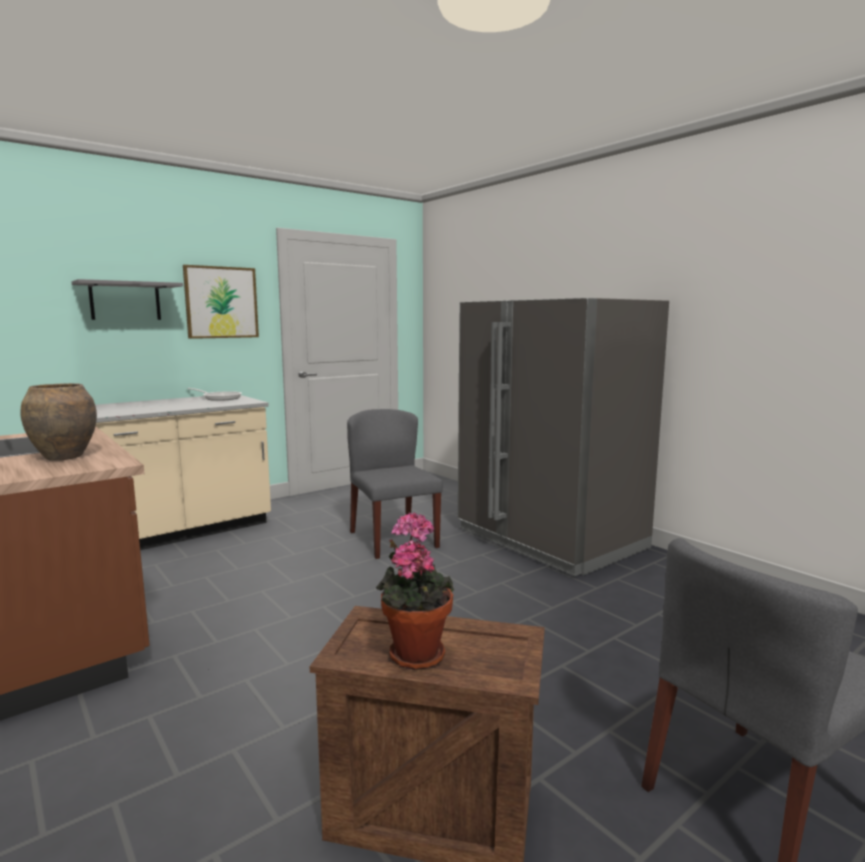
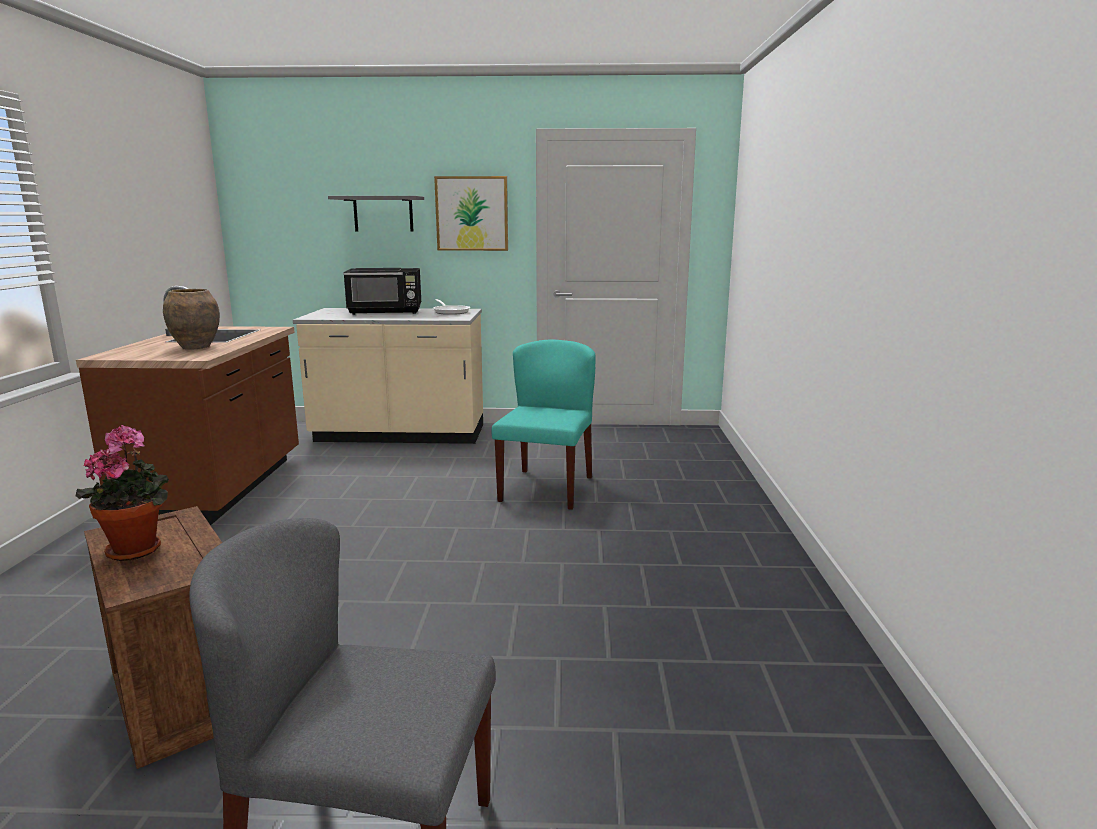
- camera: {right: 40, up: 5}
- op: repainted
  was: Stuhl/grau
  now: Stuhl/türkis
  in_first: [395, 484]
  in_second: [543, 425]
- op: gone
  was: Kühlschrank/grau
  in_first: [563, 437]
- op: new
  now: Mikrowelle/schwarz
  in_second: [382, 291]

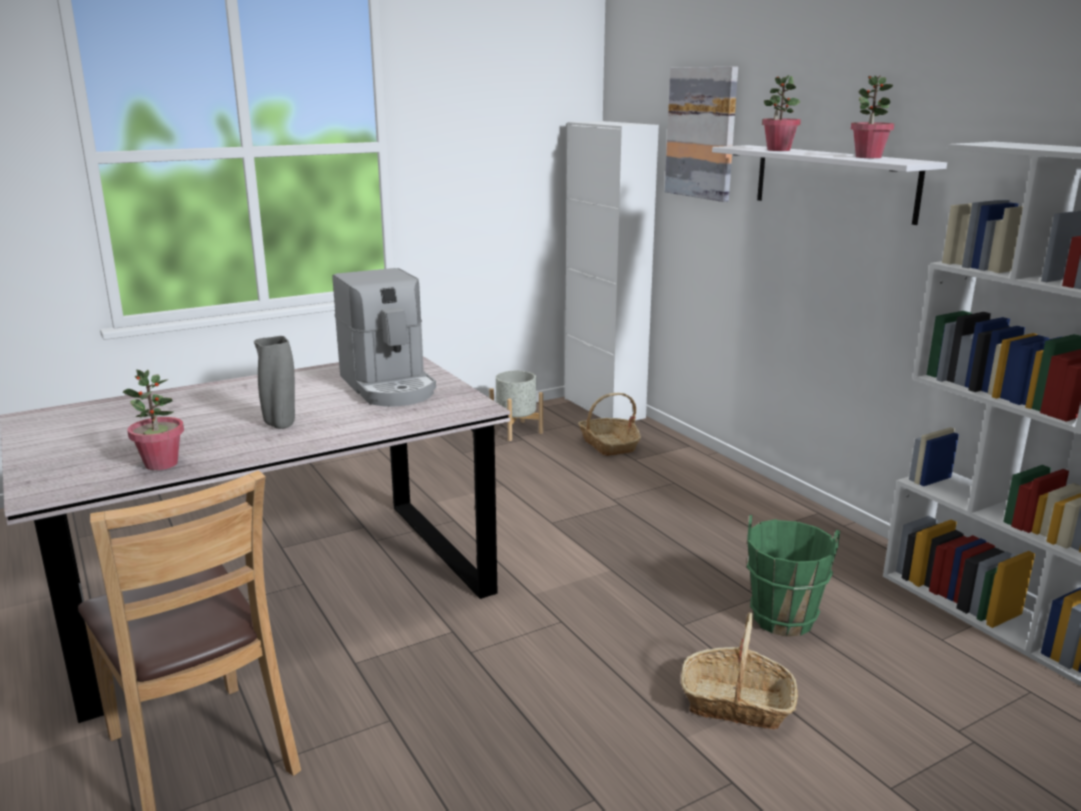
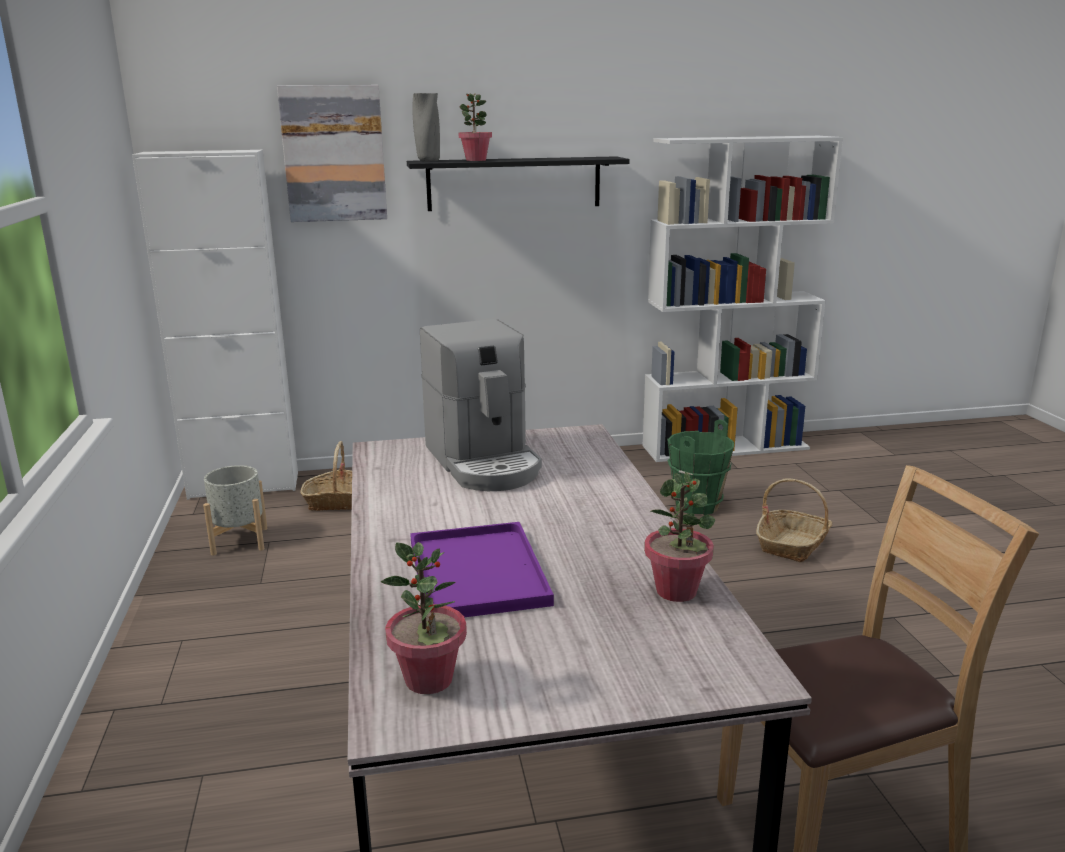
- camera: {right: -70, up: 0}
- op: shifted
  was: Vase/grau
  in_first: [274, 382]
  in_second: [426, 127]
- op: rotated
  was: Kaffeemaschine
  in_first: [384, 337]
  in_second: [481, 405]
  clockwise: 75
- op: repainted
  was: Wandregal/weiß
  now: Wandregal/schwarz
  in_first: [829, 185]
  in_second: [518, 183]
- op: shifted
  was: Topfpflanze
  in_first: [872, 116]
  in_second: [424, 618]
- op: new
  now: Tablett/lila
  in_second: [482, 569]

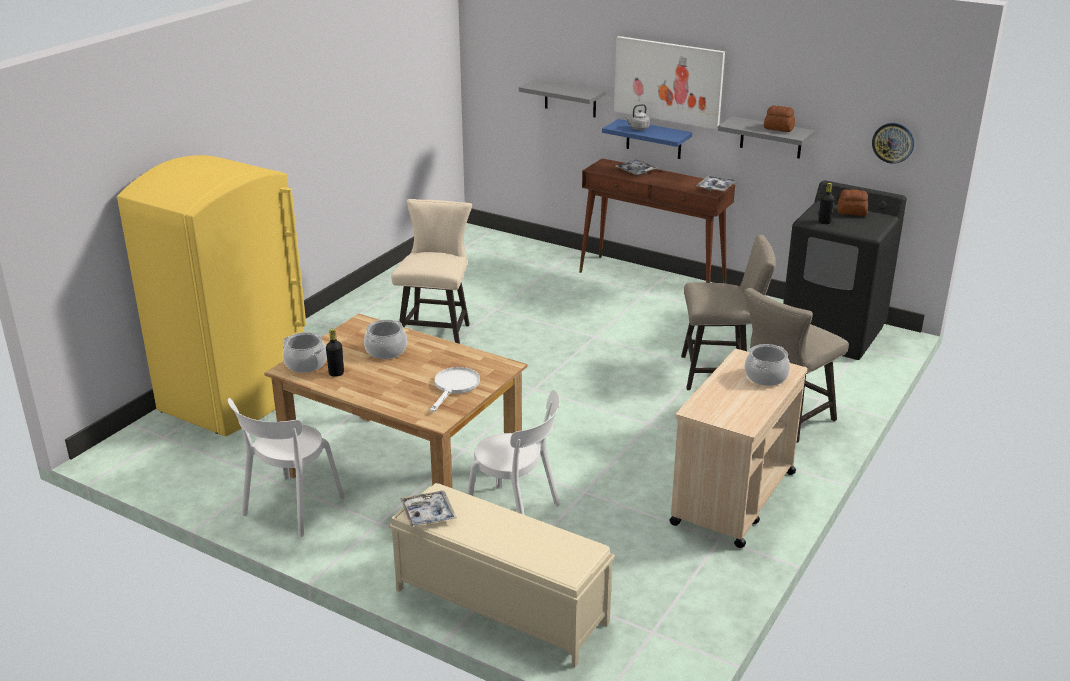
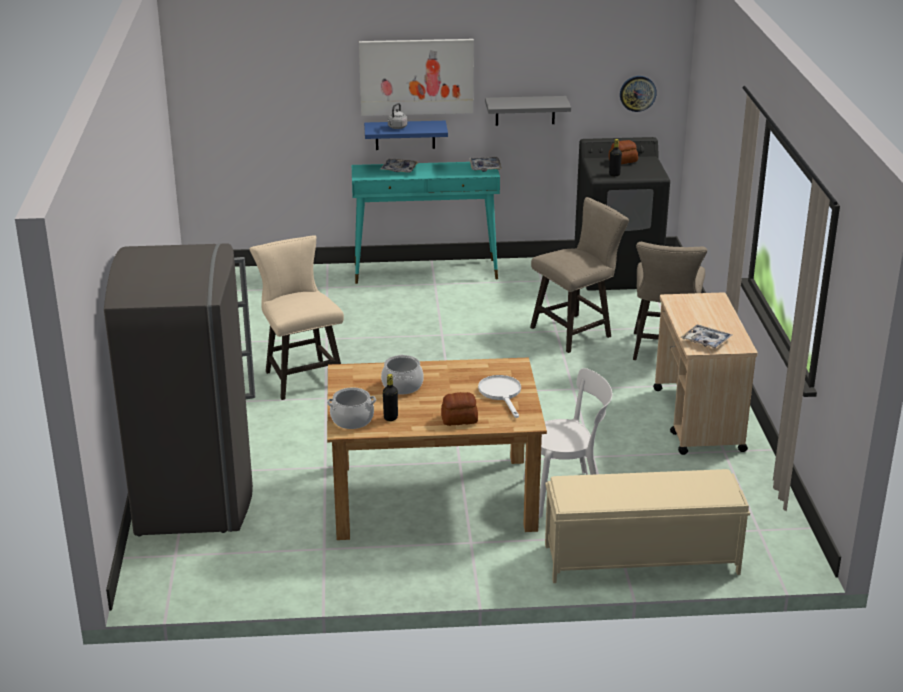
- camera: {right: -35, up: 0}
- op: repainted
  was: Kühlschrank/gelb
  now: Kühlschrank/grau
  in_first: [211, 295]
  in_second: [179, 390]
- op: gone
  was: Stuhl/weiß
  in_first: [286, 467]
- op: shifted
  was: Tablett
  in_first: [428, 509]
  in_second: [706, 337]
- op: gone
  was: Wandregal/grau
  in_first: [562, 98]
- op: repainted
  was: Konsolentisch/braun
  now: Konsolentisch/türkis
  in_first: [657, 221]
  in_second: [426, 223]
- op: gone
  was: Kochtopf
  in_first: [767, 365]
- op: shifted
  was: Brot
  in_first: [779, 118]
  in_second: [459, 409]

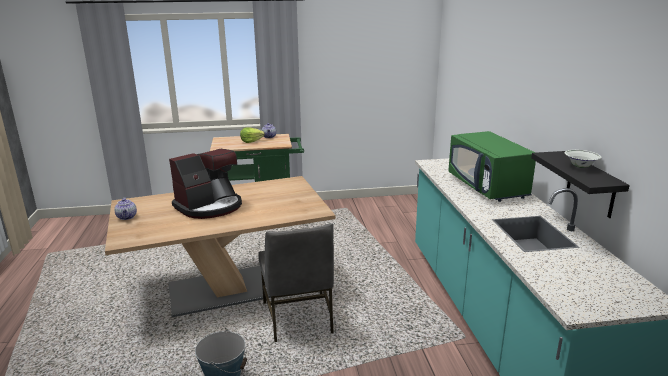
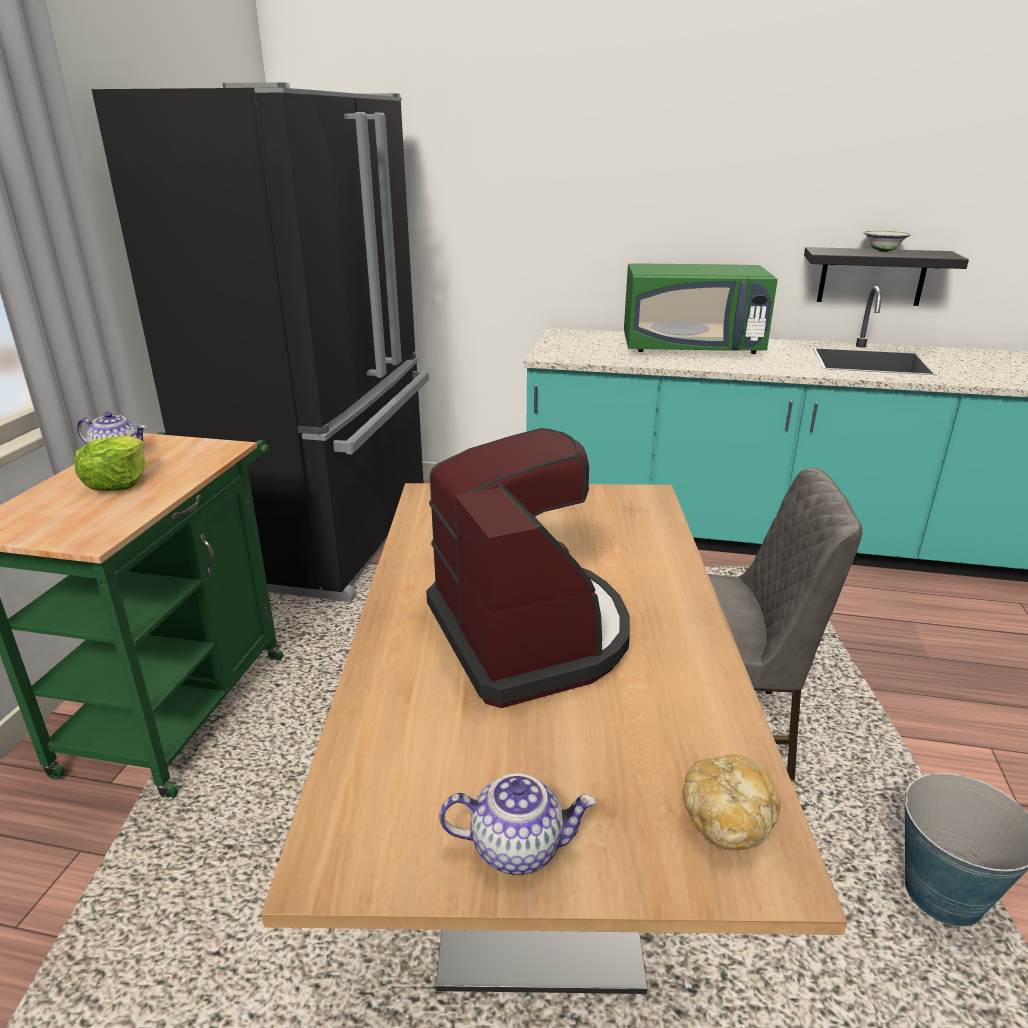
- camera: {right: -70, up: 5}
- op: new
  now: Kühlschrank/schwarz
  in_second: [260, 342]
- op: new
  now: Brot
  in_second: [731, 802]

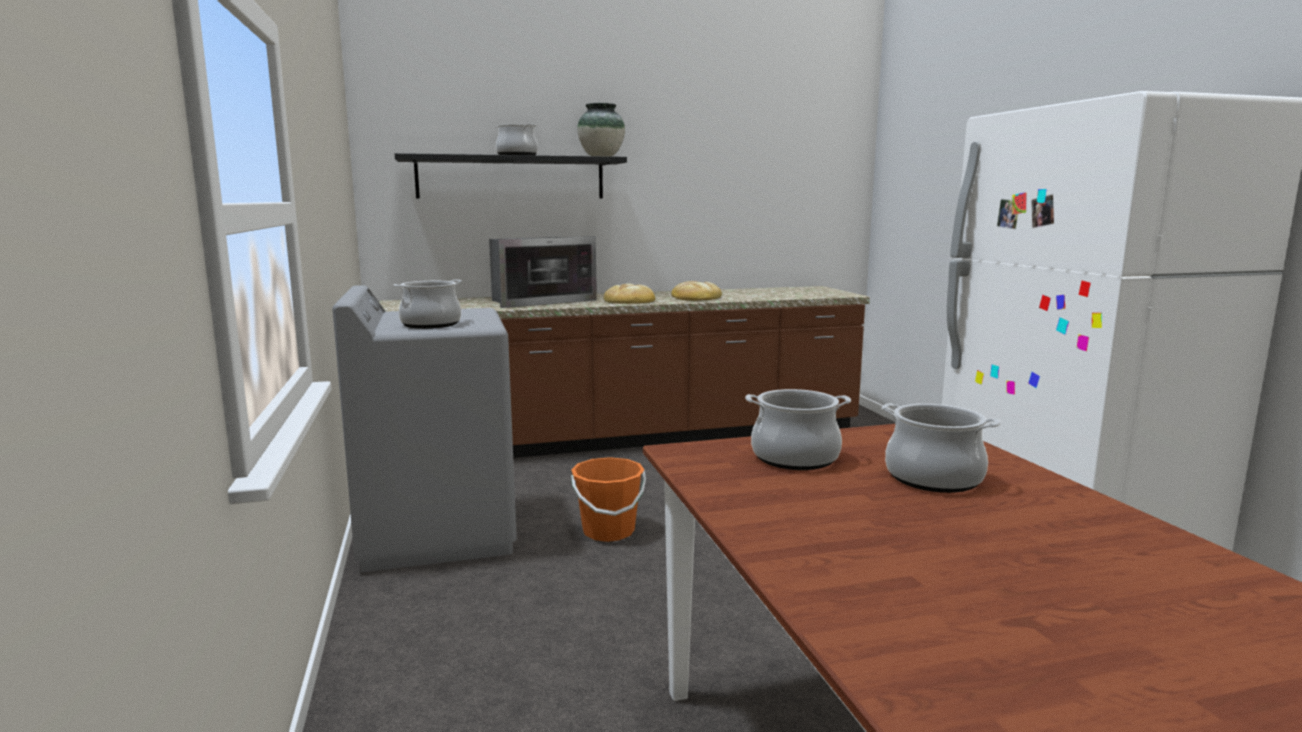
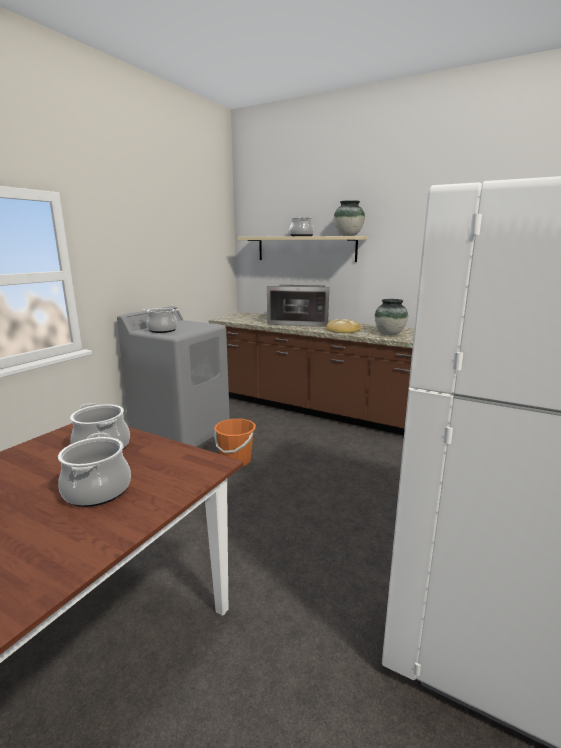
- camera: {right: 45, up: 5}
- op: repainted
  was: Wandregal/schwarz
  now: Wandregal/beige
  in_first: [511, 175]
  in_second: [302, 249]
- op: swapped
  was: Brot
  now: Vase
  in_first: [696, 291]
  in_second: [391, 317]

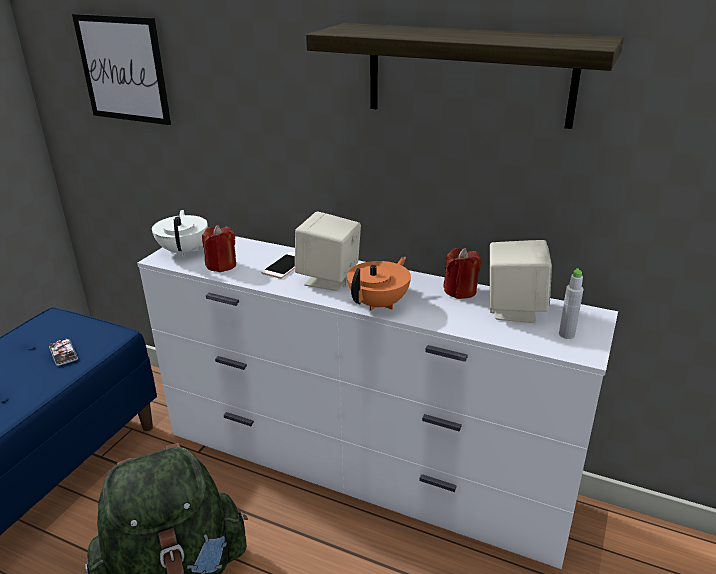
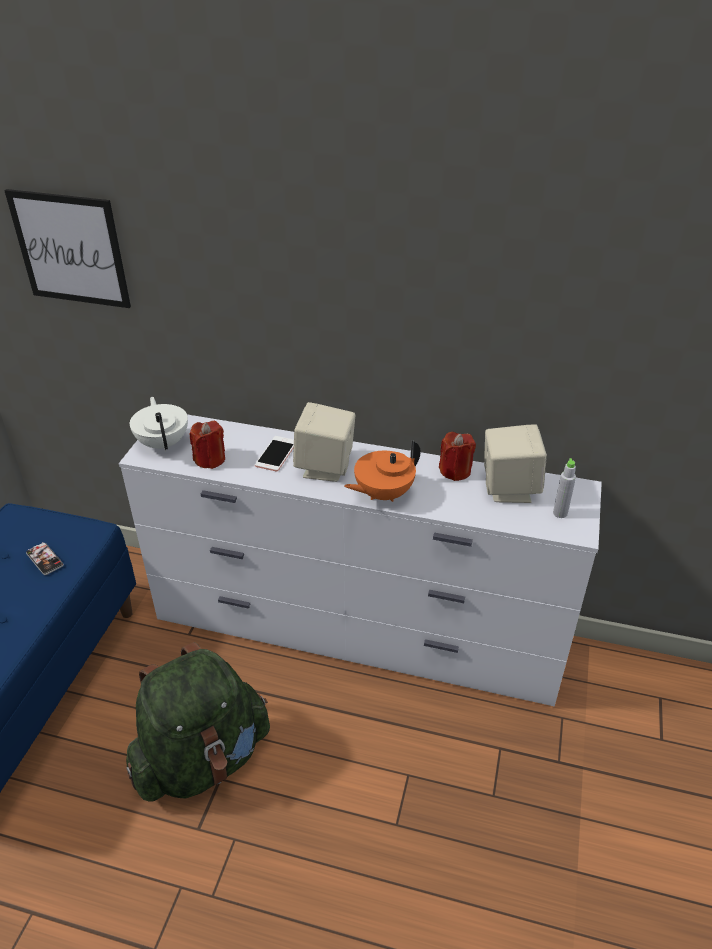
- camera: {right: -10, up: 10}
- op: gone
  was: Wandregal
  in_first: [465, 76]
- op: rotated
  was: Teekanne/orange
  in_first: [379, 284]
  in_second: [382, 471]
  clockwise: -150

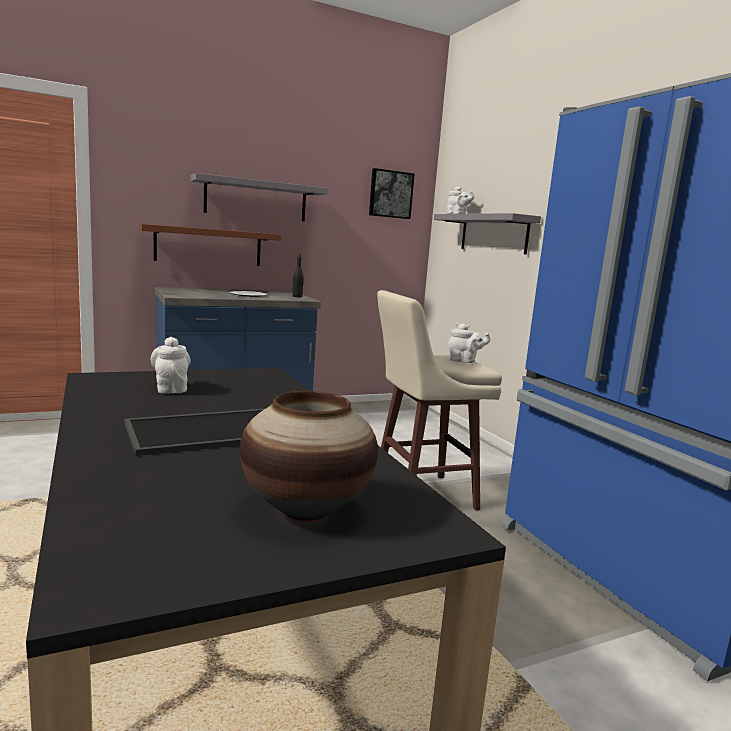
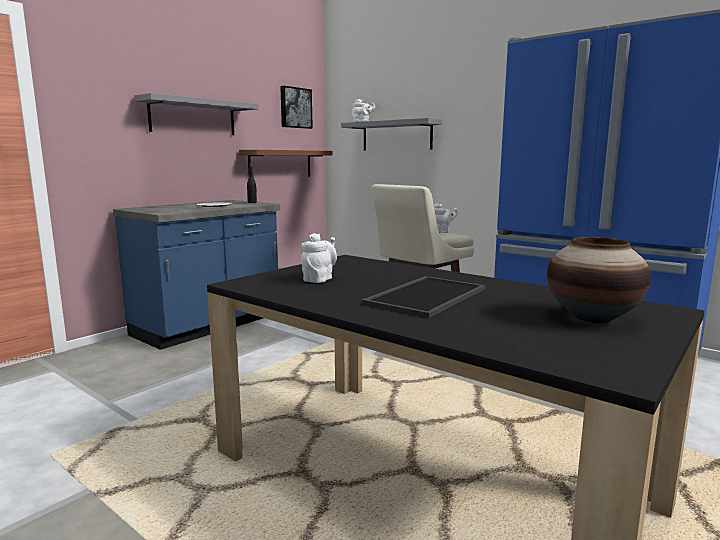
- camera: {right: -25, up: 0}
- op: shifted
  was: Wandregal/braun
  in_first: [210, 245]
  in_second: [286, 163]
- op: rotated
  was: Teekanne/weiß
  in_first: [170, 365]
  in_second: [319, 258]
  clockwise: 75

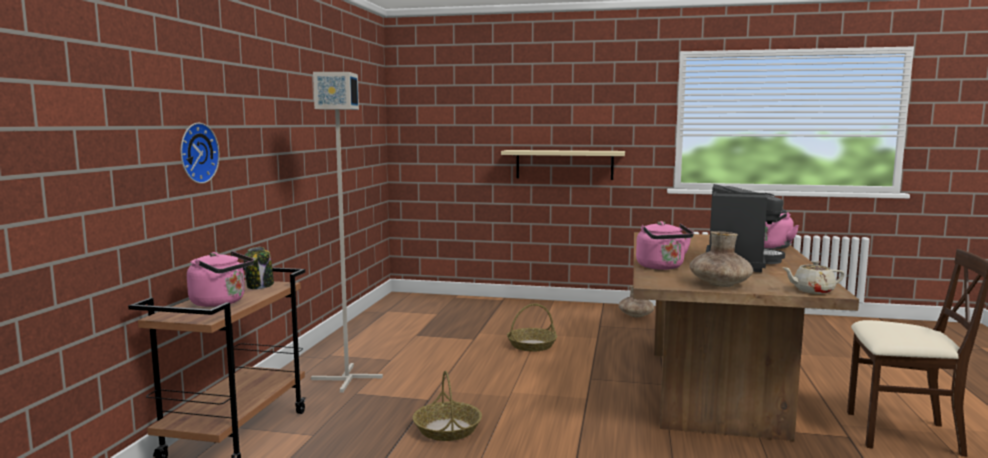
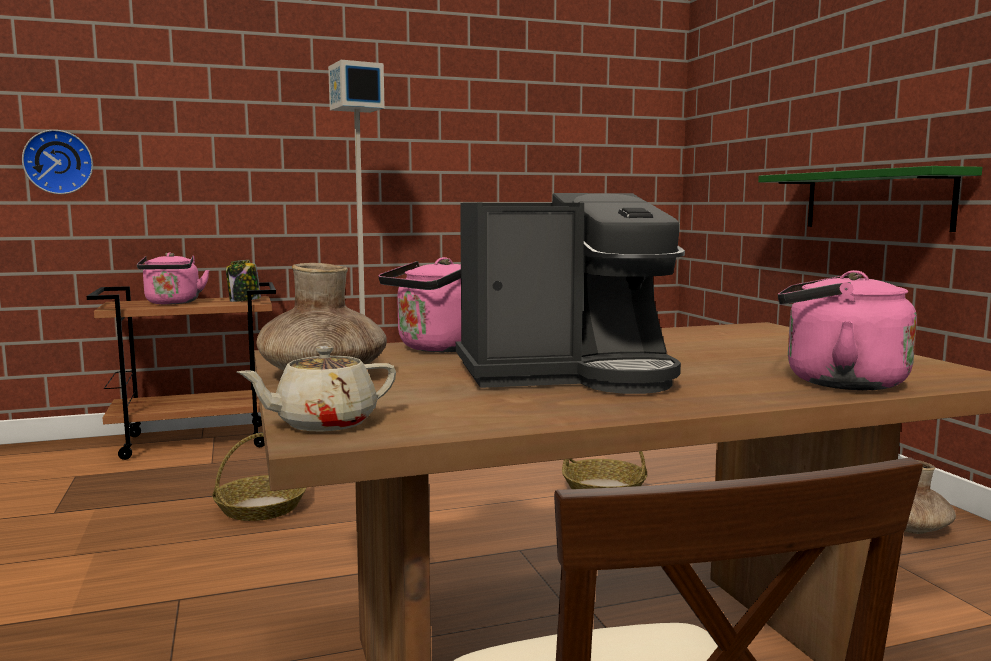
- camera: {right: 60, up: 0}
- op: shifted
  was: Wanduhr
  in_first: [200, 153]
  in_second: [57, 162]
- op: repainted
  was: Wandregal/beige
  now: Wandregal/grün
  in_first: [563, 165]
  in_second: [870, 199]
- op: rotated
  was: Teekanne/beige
  in_first: [813, 277]
  in_second: [316, 389]
  clockwise: -90

